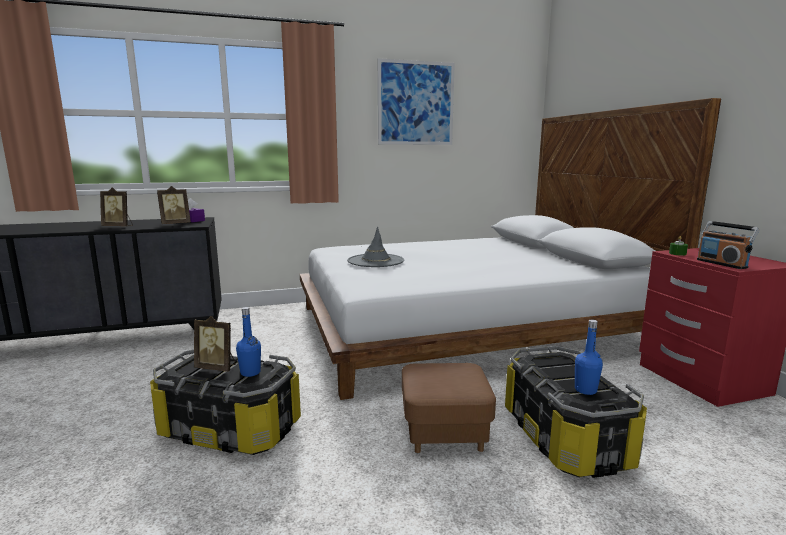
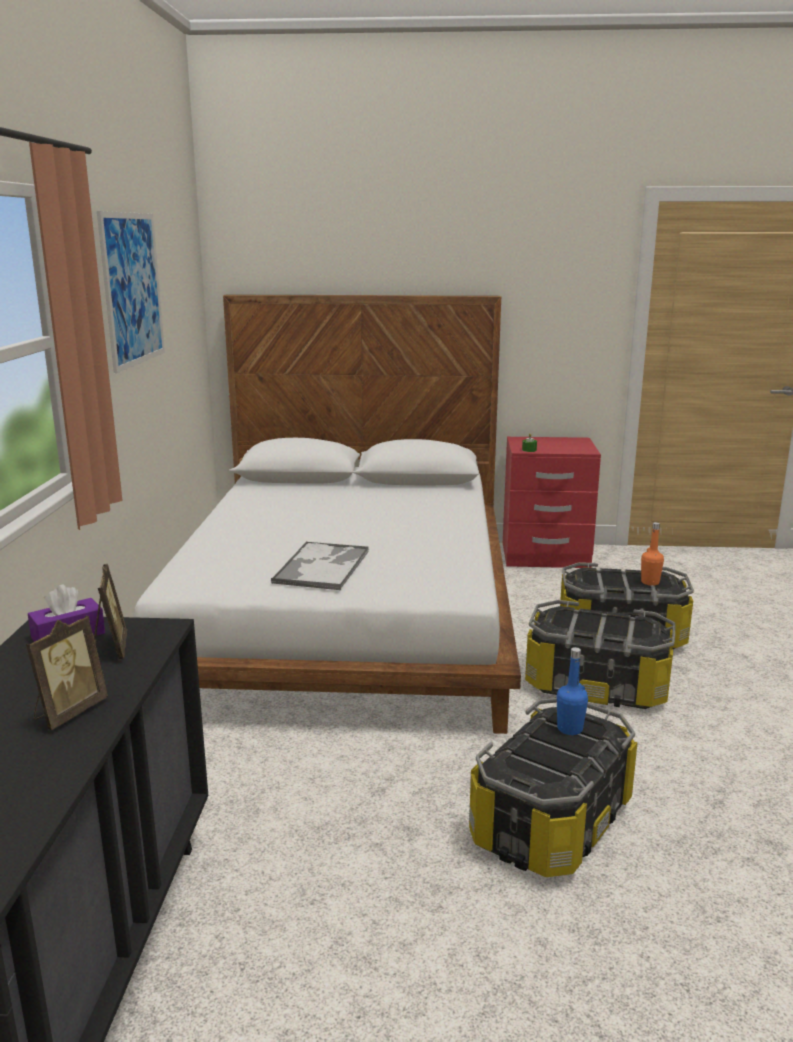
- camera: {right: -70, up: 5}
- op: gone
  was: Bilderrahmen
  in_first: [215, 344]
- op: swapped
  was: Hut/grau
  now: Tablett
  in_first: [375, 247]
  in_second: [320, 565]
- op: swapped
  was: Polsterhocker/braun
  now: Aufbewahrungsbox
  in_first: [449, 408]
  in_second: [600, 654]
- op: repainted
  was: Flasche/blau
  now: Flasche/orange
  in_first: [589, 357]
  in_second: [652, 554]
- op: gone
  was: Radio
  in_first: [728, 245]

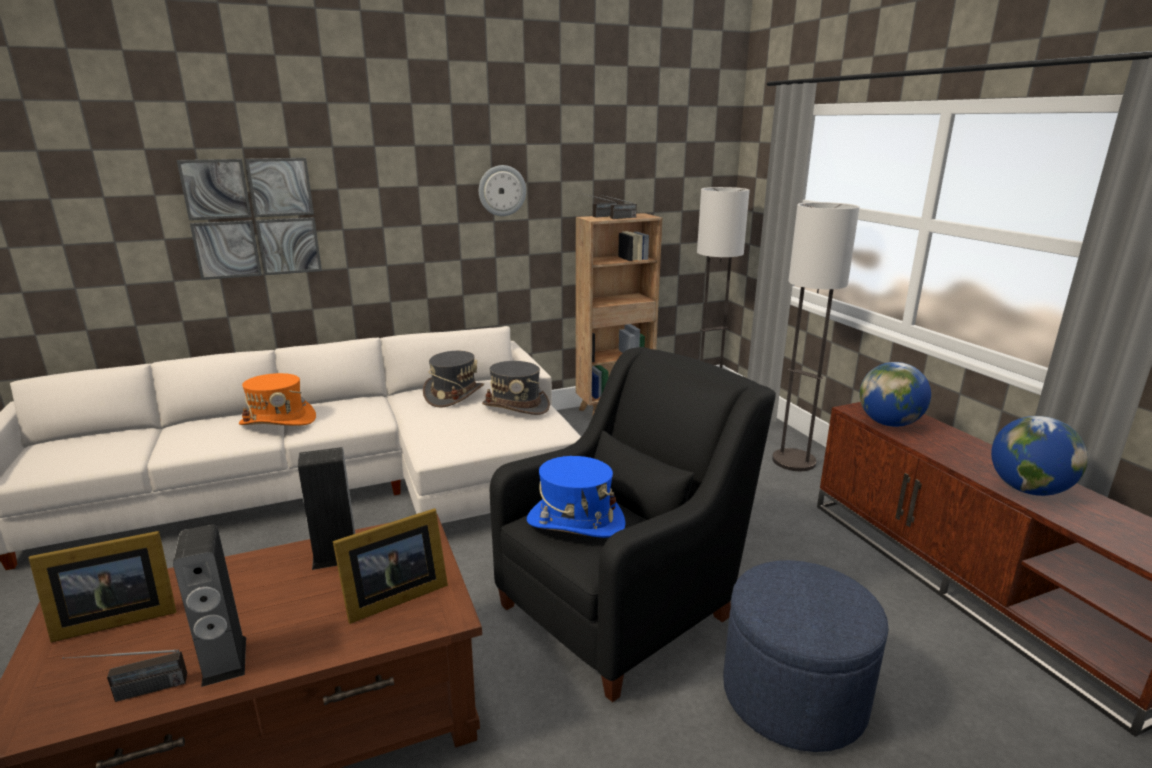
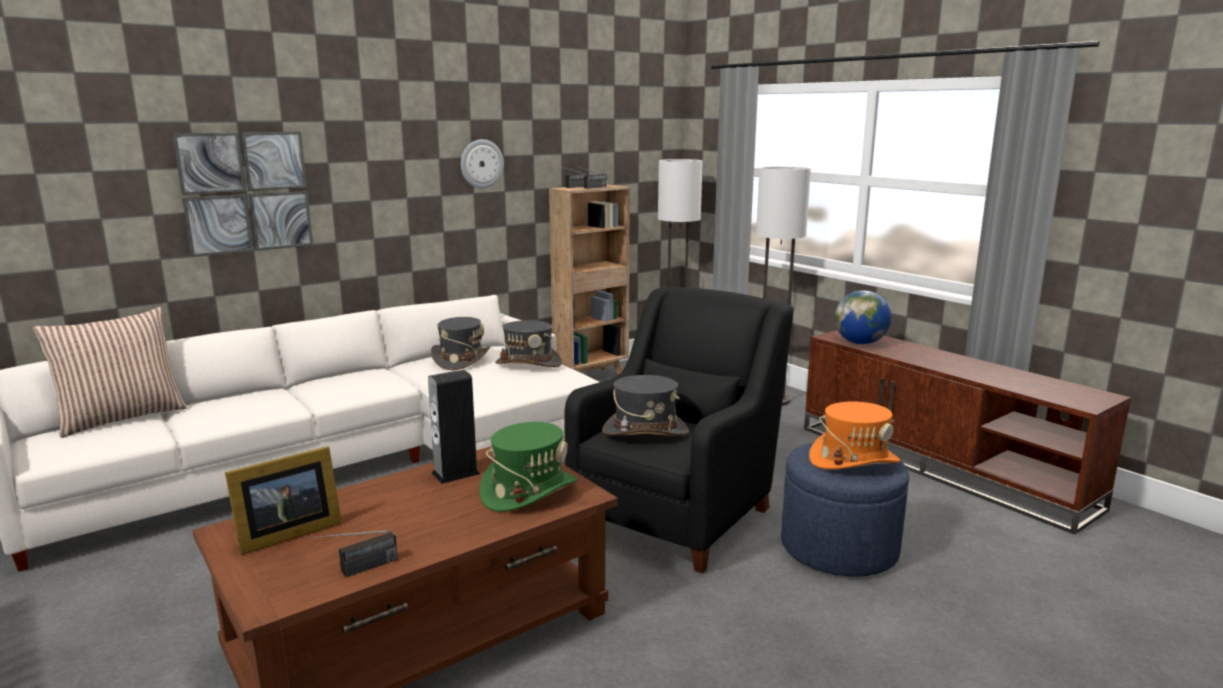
- camera: {right: -15, up: -5}
- op: gone
  was: Lautsprecher
  in_first: [209, 605]
- op: shifted
  was: Hut/orange
  in_first: [277, 399]
  in_second: [854, 435]
- op: swapped
  was: Bilderrahmen
  now: Hut/grün
  in_first: [390, 566]
  in_second: [528, 467]
- op: repainted
  was: Hut/blau
  now: Hut/grau
  in_first: [576, 497]
  in_second: [645, 405]
- op: gone
  was: Globus
  in_first: [1039, 456]
- op: new
  now: Kissen
  in_second: [110, 372]

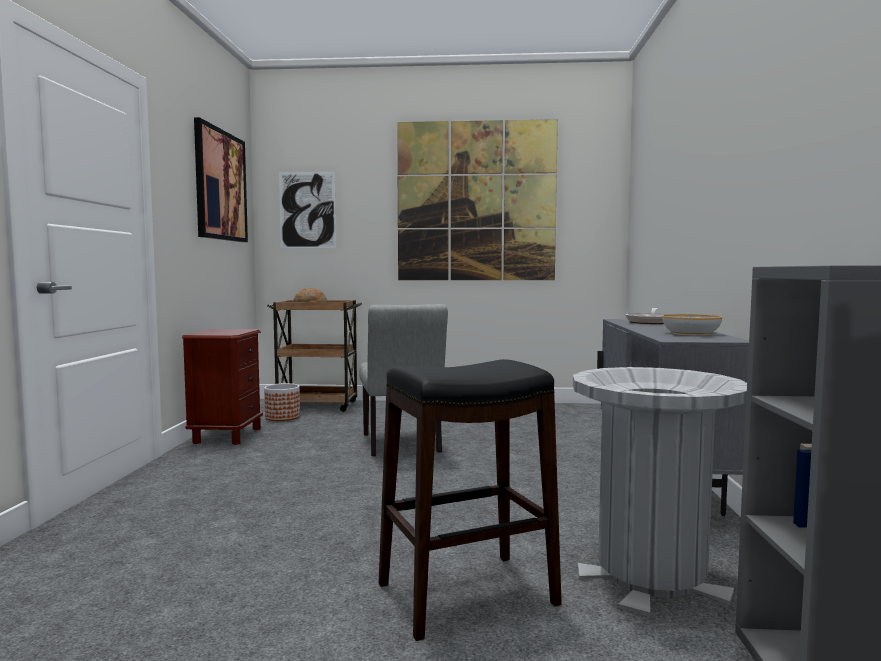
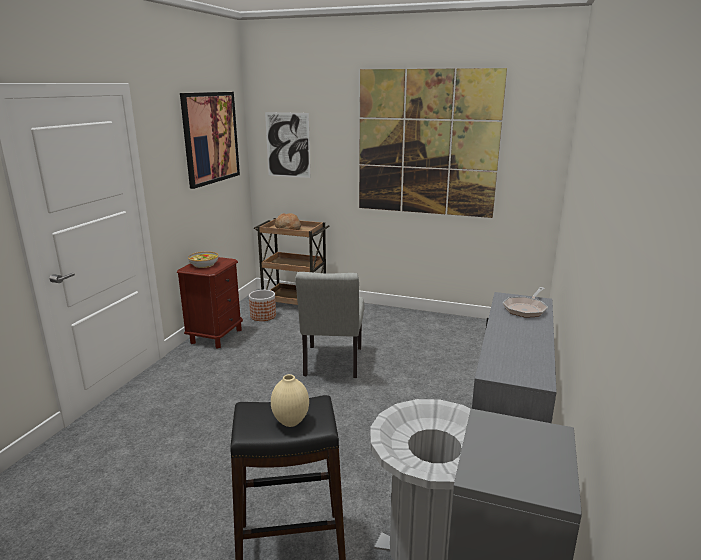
- camera: {right: 15, up: 15}
- op: shifted
  was: Schüssel
  in_first: [692, 325]
  in_second: [203, 260]
- op: new
  now: Vase/beige
  in_second: [290, 400]

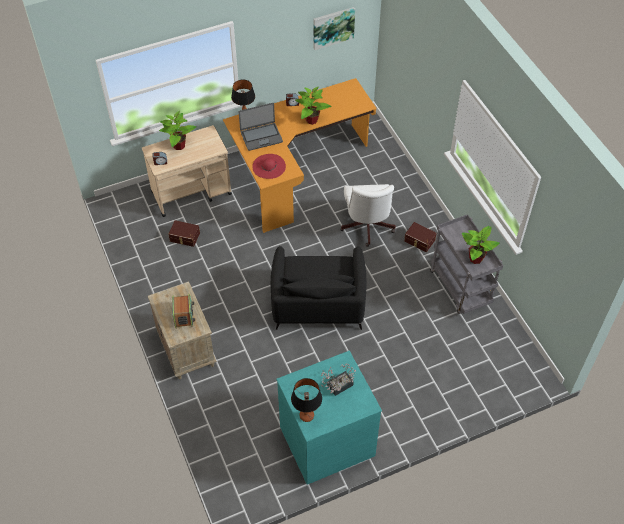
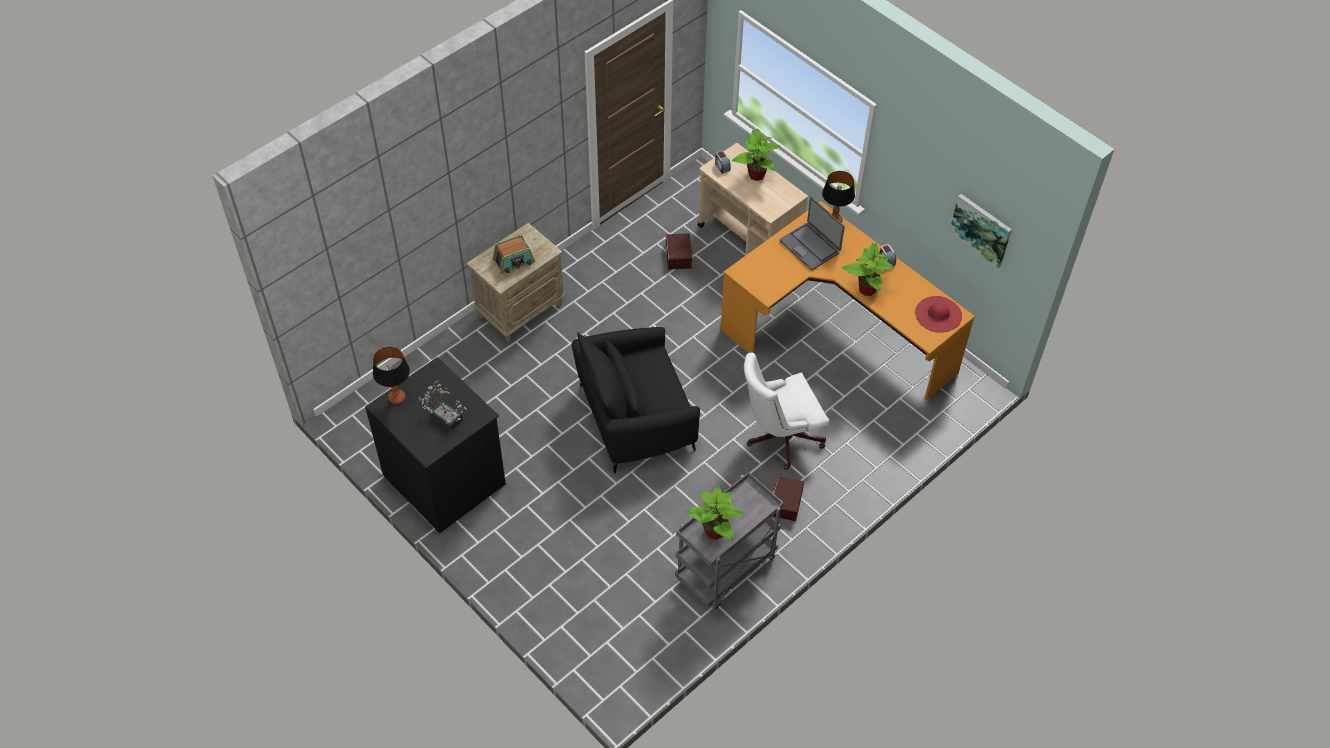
- camera: {right: 70, up: 0}
- op: shifted
  was: Hut/rot
  in_first: [269, 166]
  in_second: [938, 314]
- op: repainted
  was: Kommode/türkis
  now: Kommode/schwarz
  in_first: [329, 418]
  in_second: [435, 445]

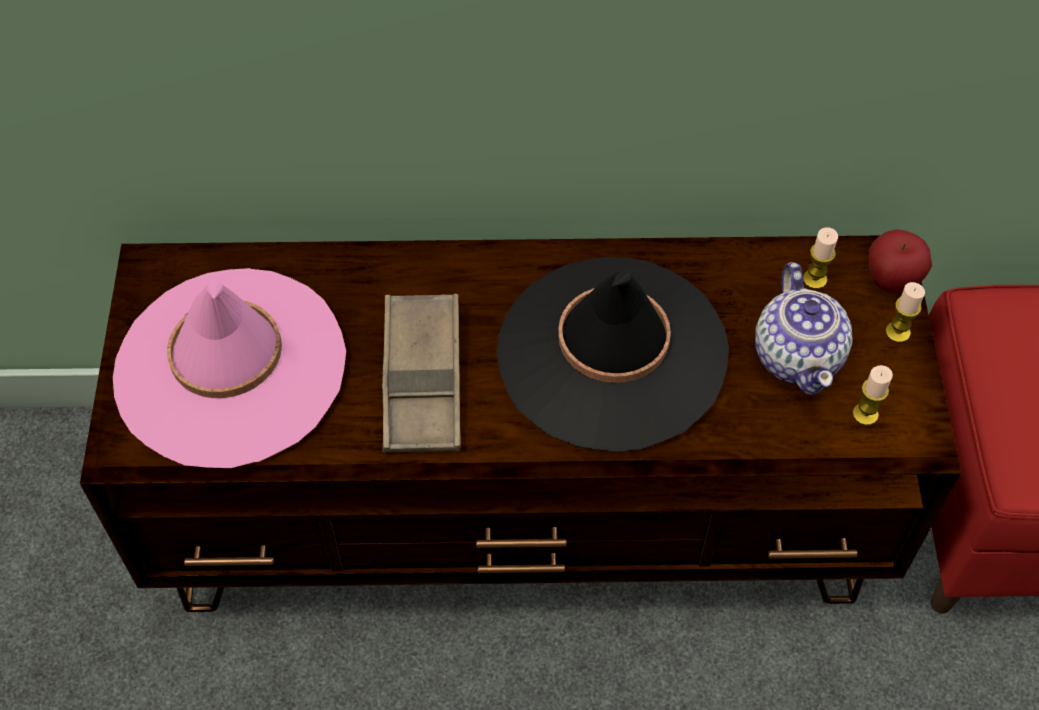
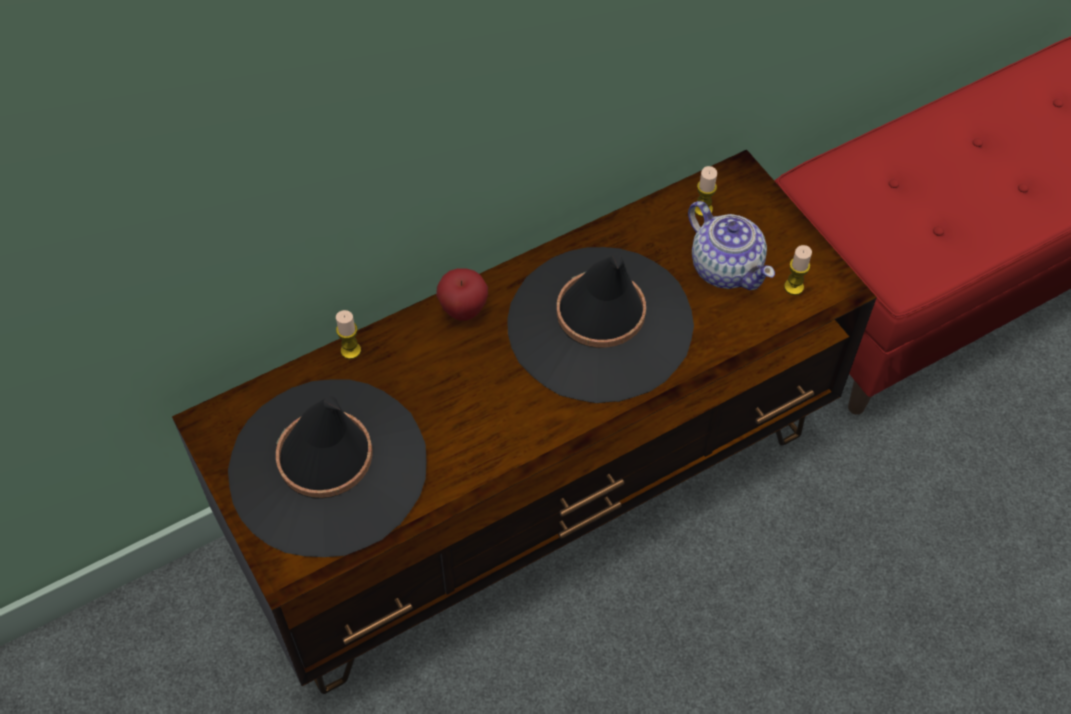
- camera: {right: -30, up: 0}
- op: repainted
  was: Hut/rosa
  now: Hut/schwarz
  in_first: [229, 368]
  in_second: [327, 468]
- op: gone
  was: Tablett/braun
  in_first: [421, 373]
- op: shifted
  was: Apfel
  in_first: [900, 261]
  in_second: [462, 294]
- op: shifted
  was: Kerze
  in_first: [905, 312]
  in_second: [348, 334]

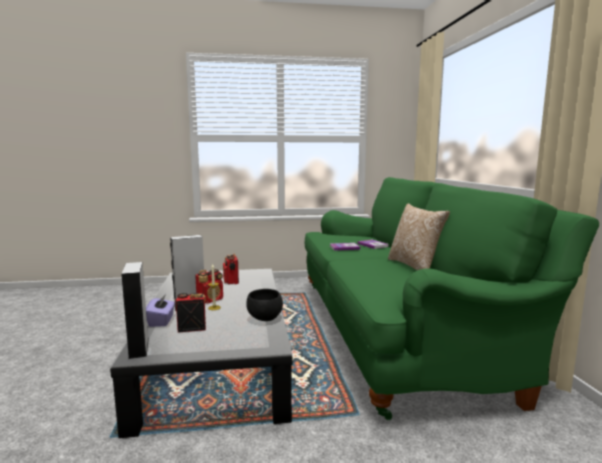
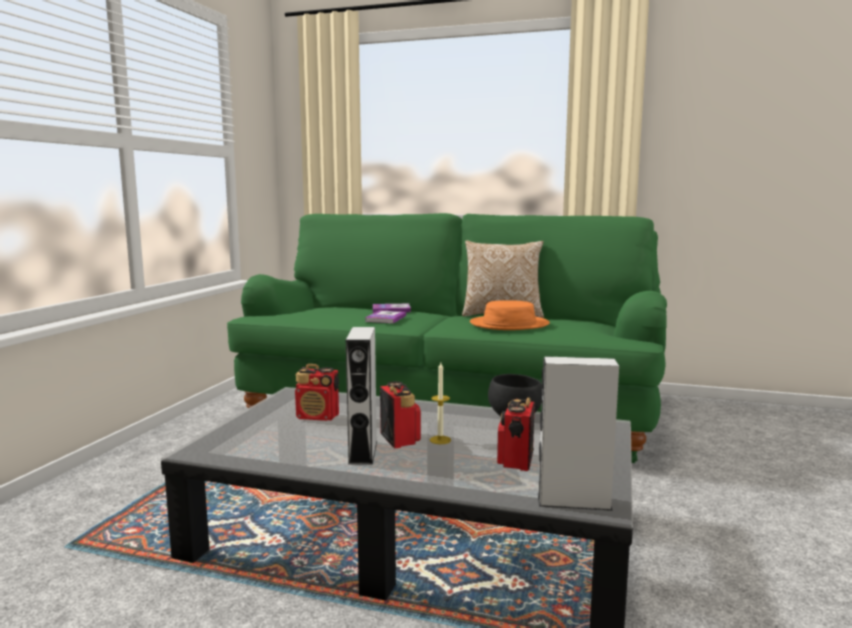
- camera: {right: -65, up: 0}
- op: gone
  was: Taschentuchbox/lila
  in_first: [160, 310]
- op: new
  now: Hut/orange
  in_second: [510, 315]

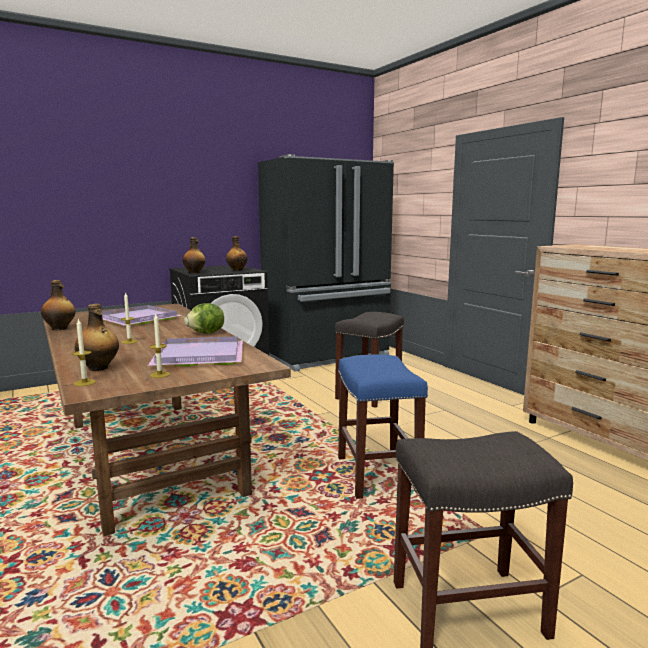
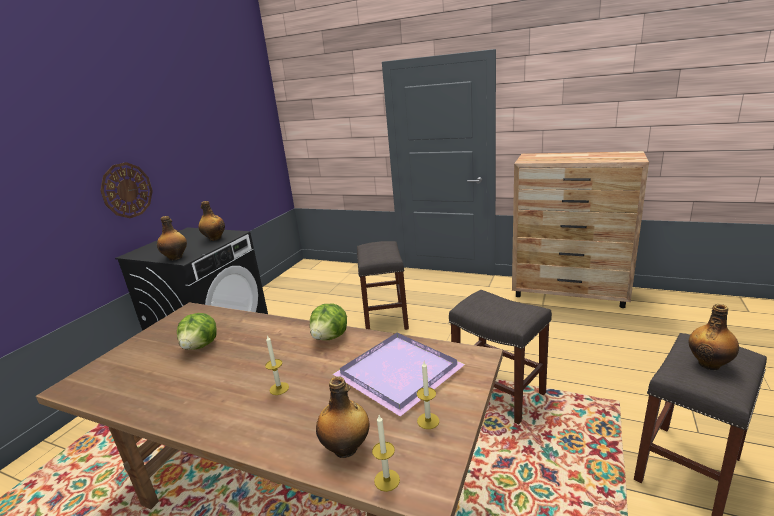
- camera: {right: -35, up: 10}
- op: shifted
  was: Flasche
  in_first: [58, 305]
  in_second: [714, 337]
- op: swapped
  was: Tablett/lila
  now: Salatkopf
  in_first: [142, 315]
  in_second: [196, 331]
- op: gone
  was: Kühlschrank/schwarz
  in_first: [326, 262]
- op: repainted
  was: Hocker/blau
  now: Hocker/grau
  in_first: [383, 426]
  in_second: [500, 357]
- op: new
  now: Wanduhr
  in_second: [126, 190]

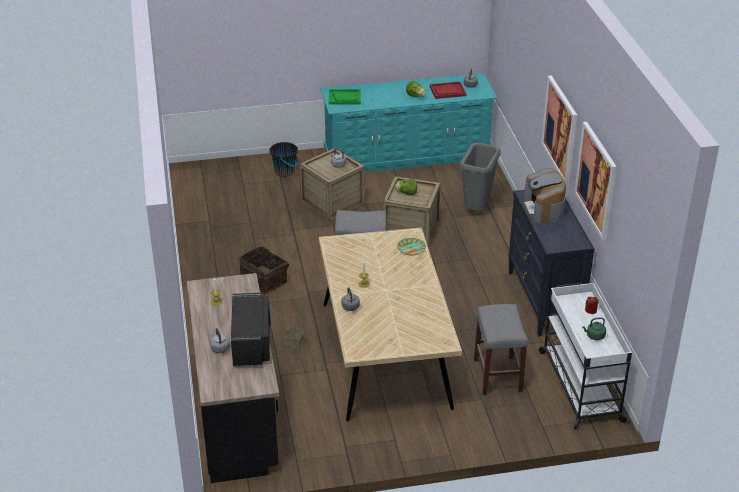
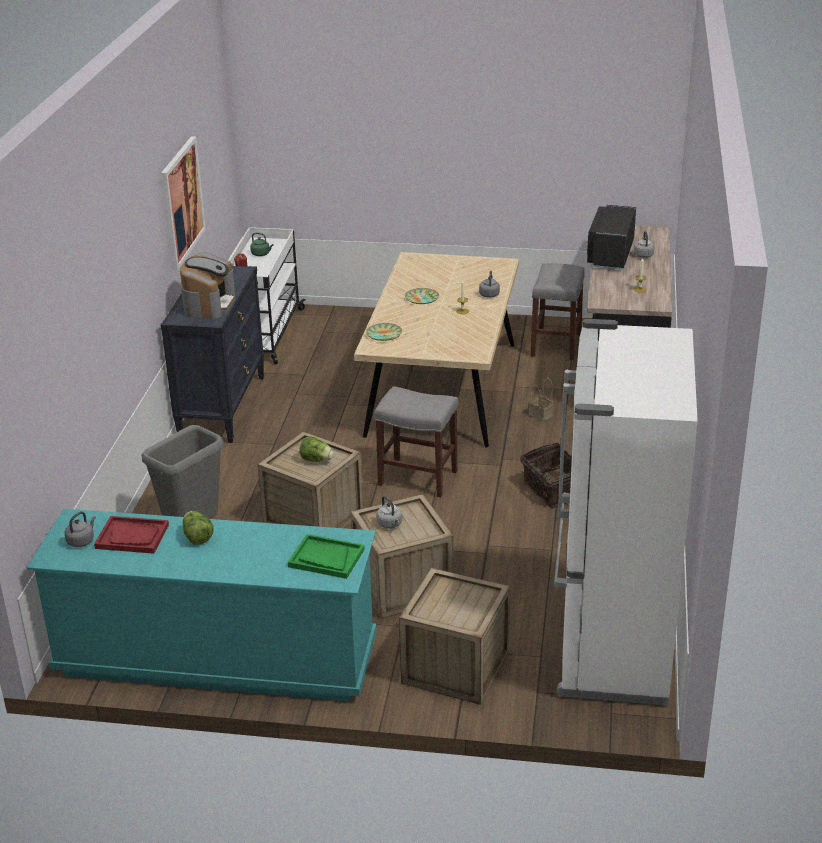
- camera: {right: -160, up: -5}
- op: swapped
  was: Eimer/schwarz
  now: Kiste
  in_first: [283, 159]
  in_second: [454, 636]
- op: shifted
  was: Hocker/grau
  in_first: [501, 349]
  in_second: [557, 311]
- op: gone
  was: Bild
  in_first: [559, 130]
- op: new
  now: Teller
  in_second: [422, 296]
- op: new
  now: Kühlschrank/weiß
  in_second: [626, 512]

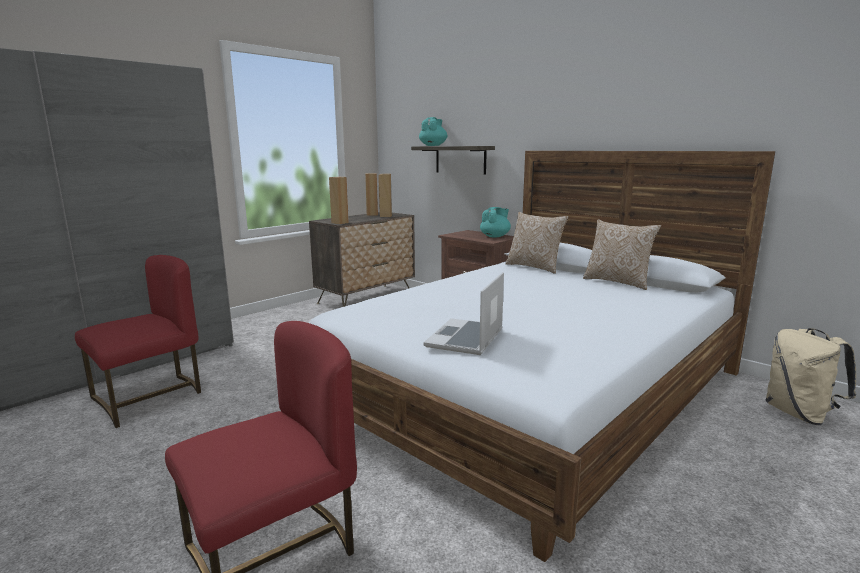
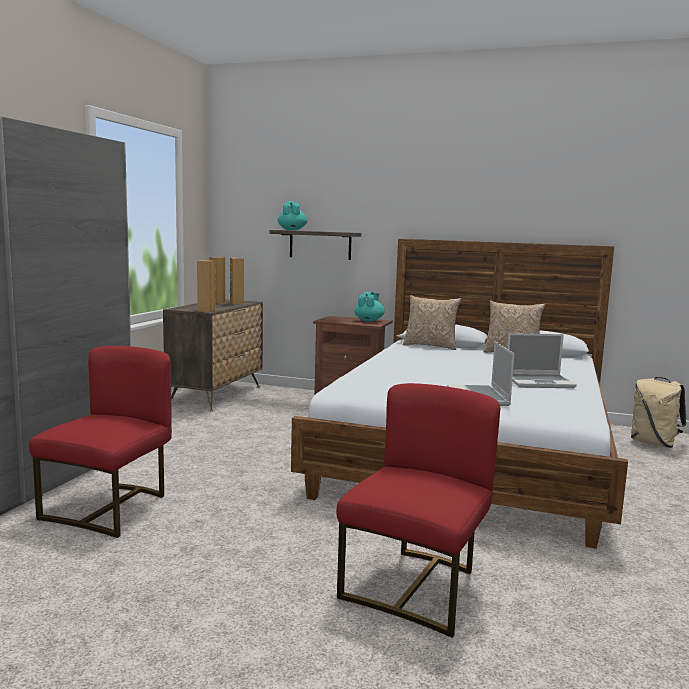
- camera: {right: -25, up: -5}
- op: new
  now: Laptop
  in_second: [542, 360]

